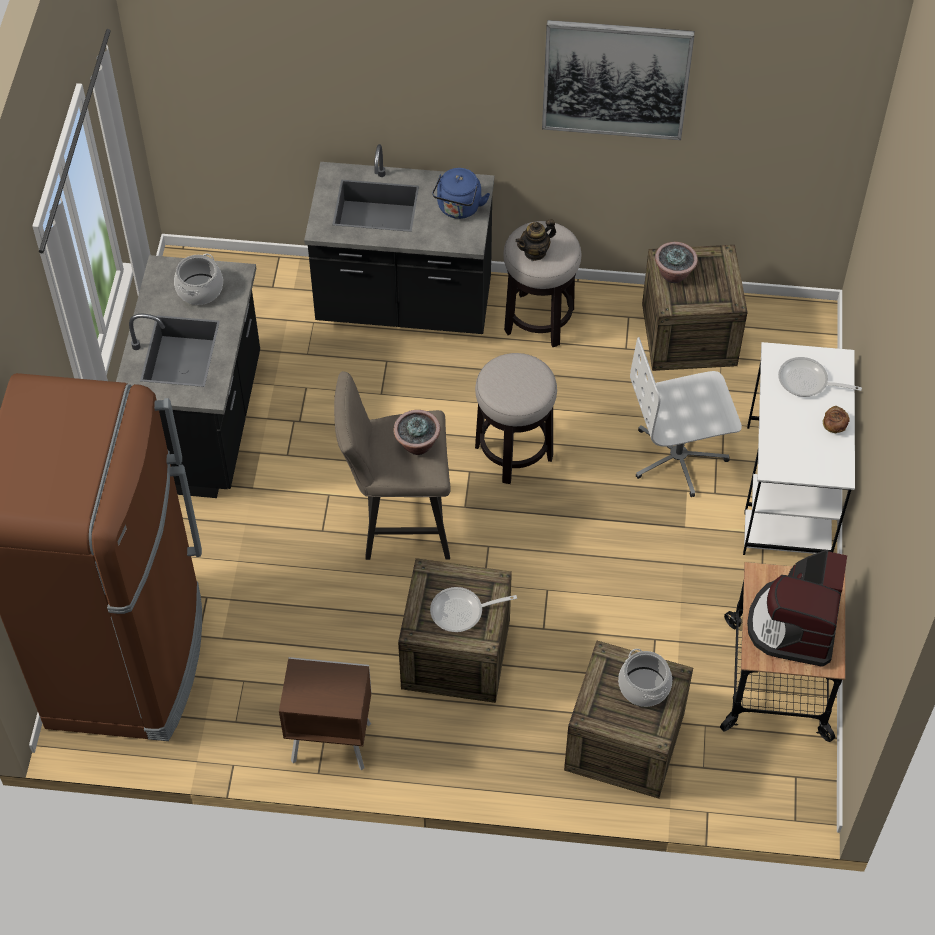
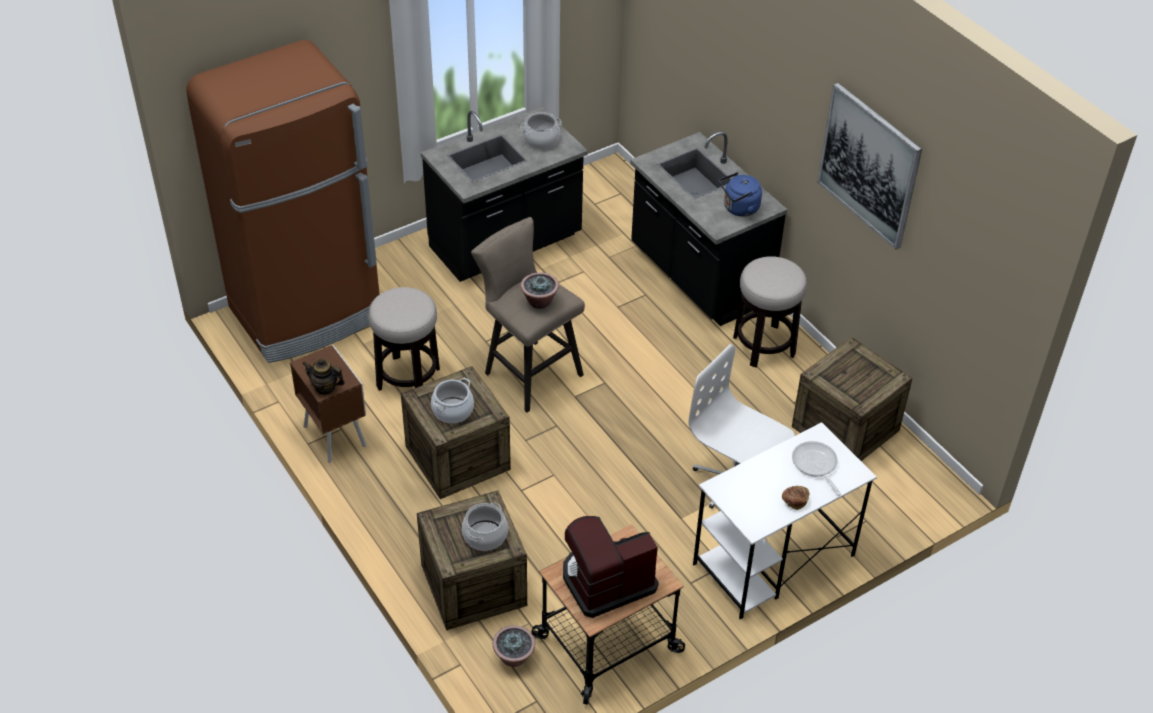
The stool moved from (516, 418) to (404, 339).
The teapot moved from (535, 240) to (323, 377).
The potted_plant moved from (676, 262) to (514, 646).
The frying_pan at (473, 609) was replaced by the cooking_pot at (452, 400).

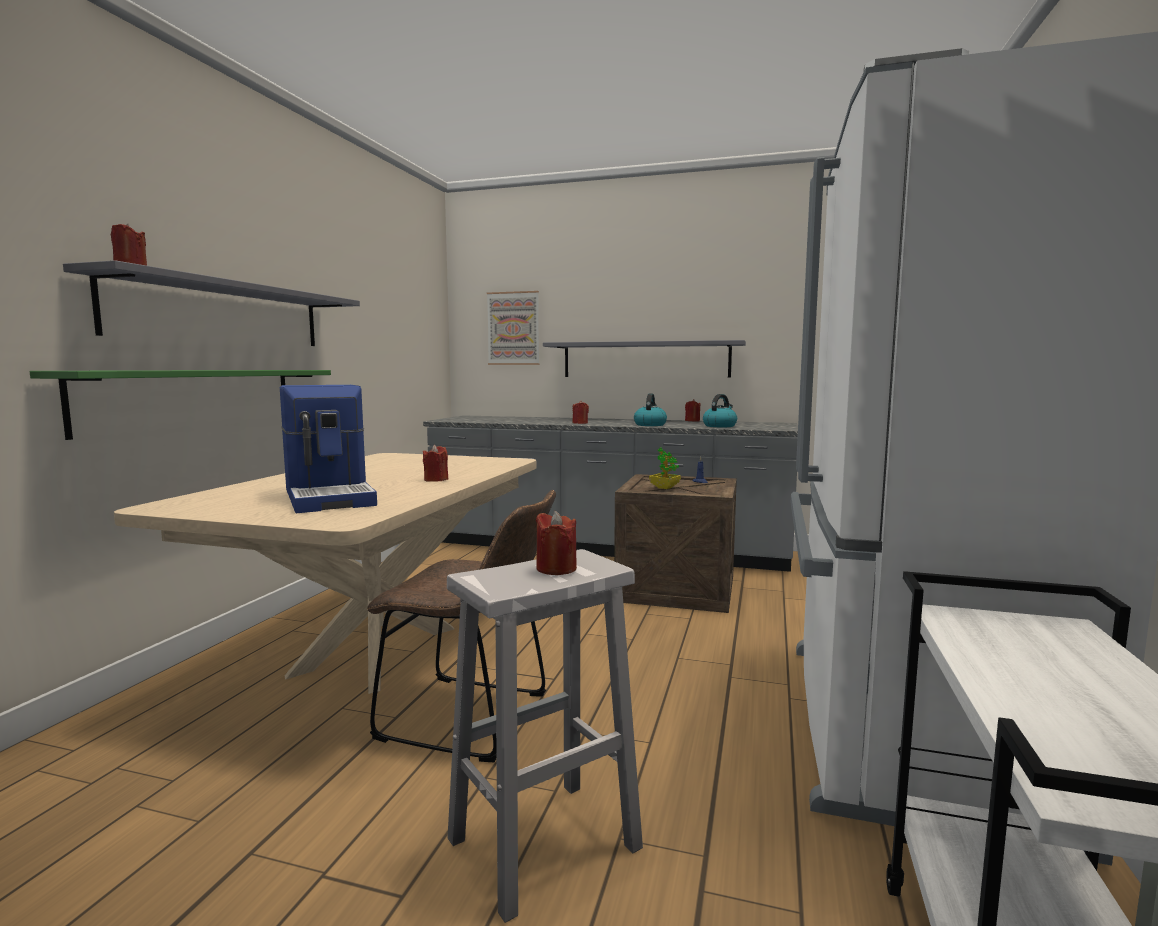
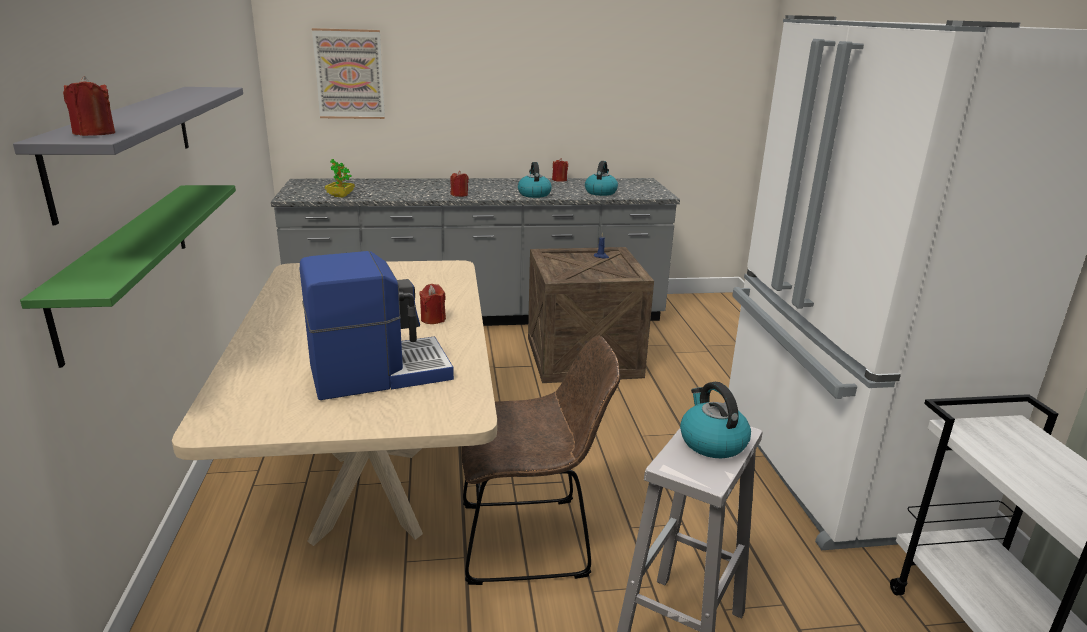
The grey_shelf at (644, 359) disappeared.
The potted_plant moved from (665, 468) to (340, 178).
The red_candle at (556, 543) was replaced by the kettle at (715, 420).
The coffee_machine at (328, 449) turned 60 degrees counterclockwise.

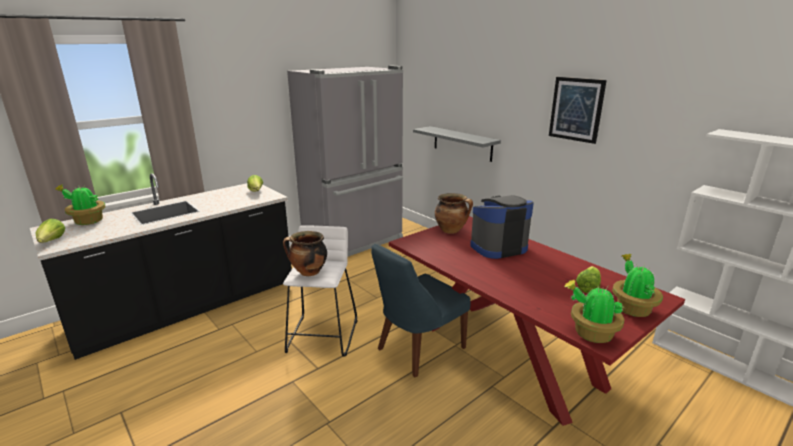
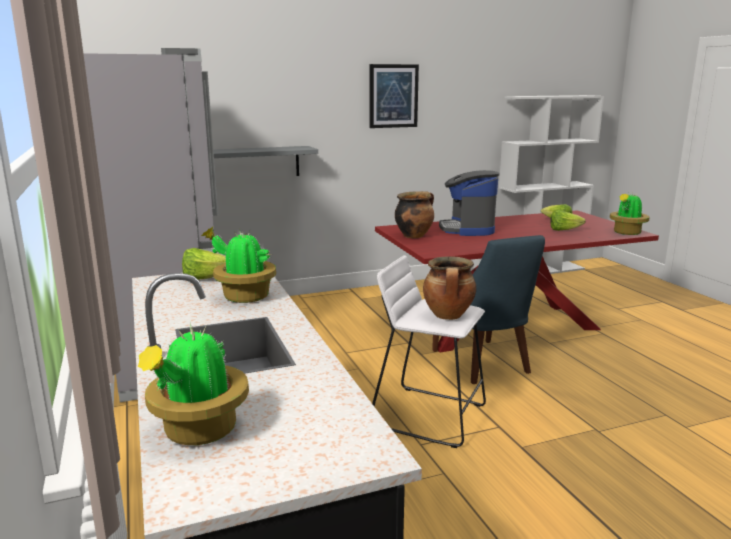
The lettuce moved from (50, 231) to (568, 220).
The potted_plant moved from (637, 285) to (238, 265).

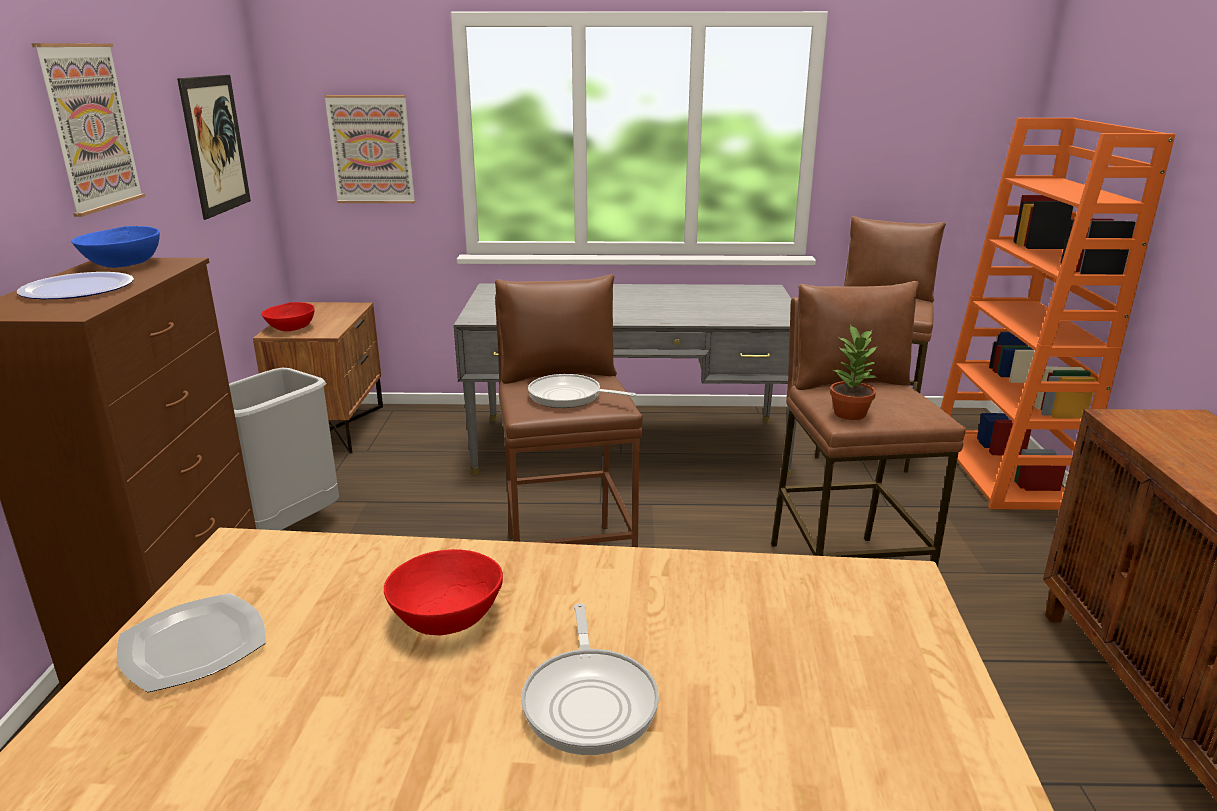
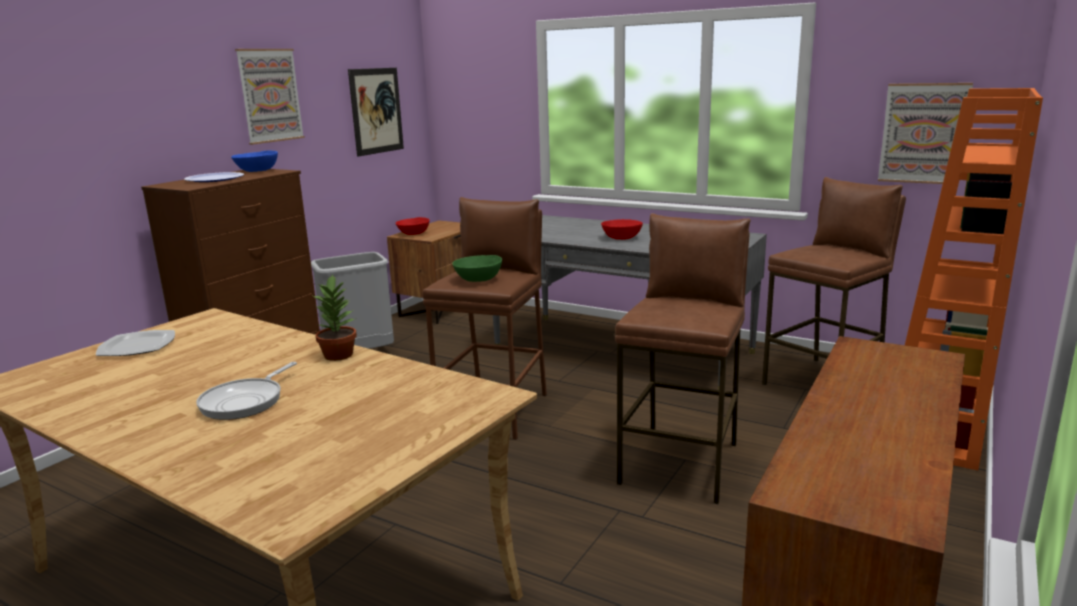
The picture moved from (369, 149) to (925, 133).
The red_bowl moved from (443, 592) to (622, 229).
The potted_plant moved from (854, 372) to (335, 317).
The frying_pan at (582, 391) was replaced by the green_bowl at (477, 268).

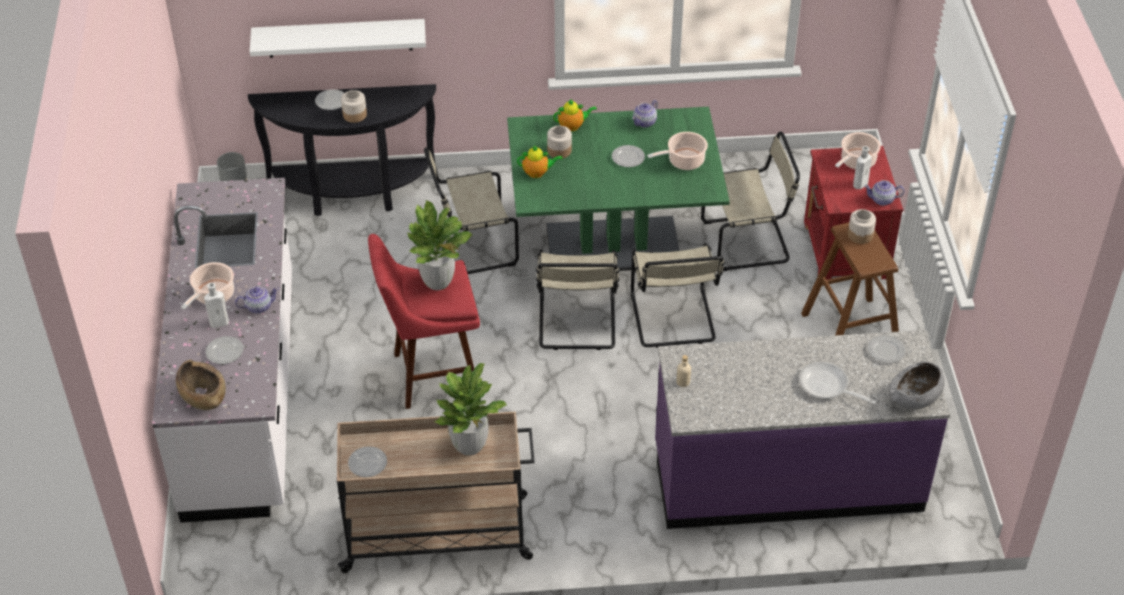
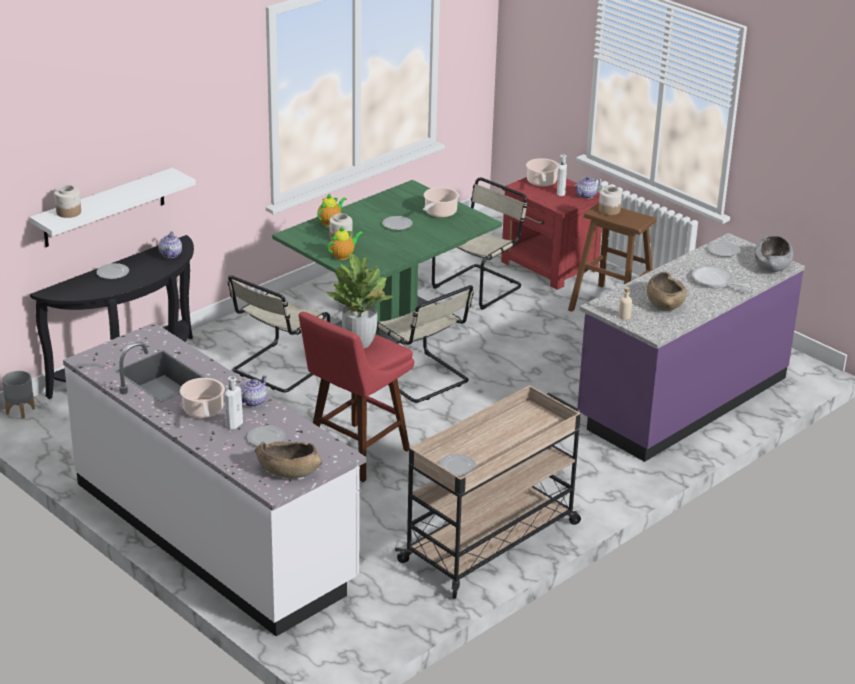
The potted_plant at (470, 409) disappeared.
The beige_chair at (678, 295) disappeared.
The brown_bowl at (667, 291) appeared.
The jar moved from (354, 106) to (67, 201).
The teapot moved from (645, 114) to (170, 244).
The frying_pan at (837, 383) turned 45 degrees clockwise.

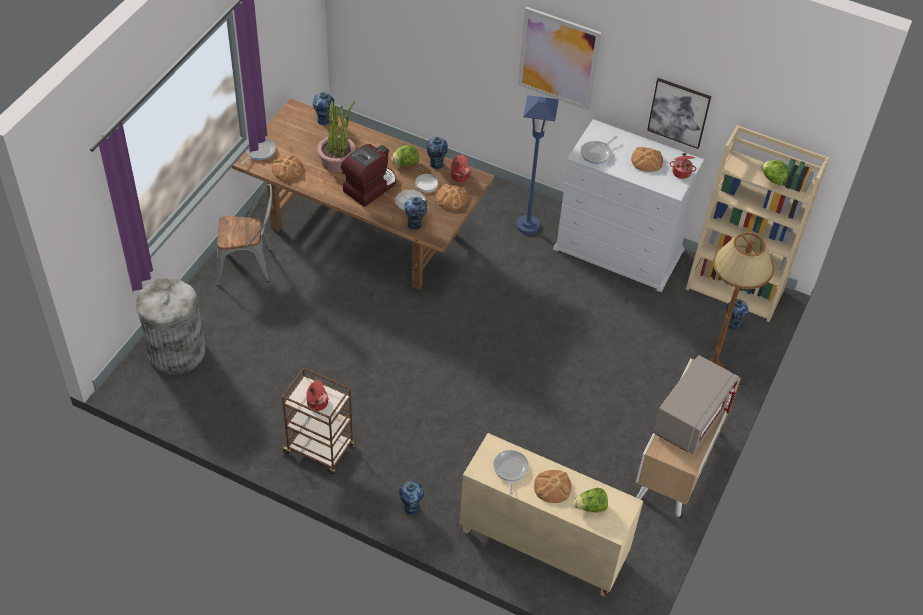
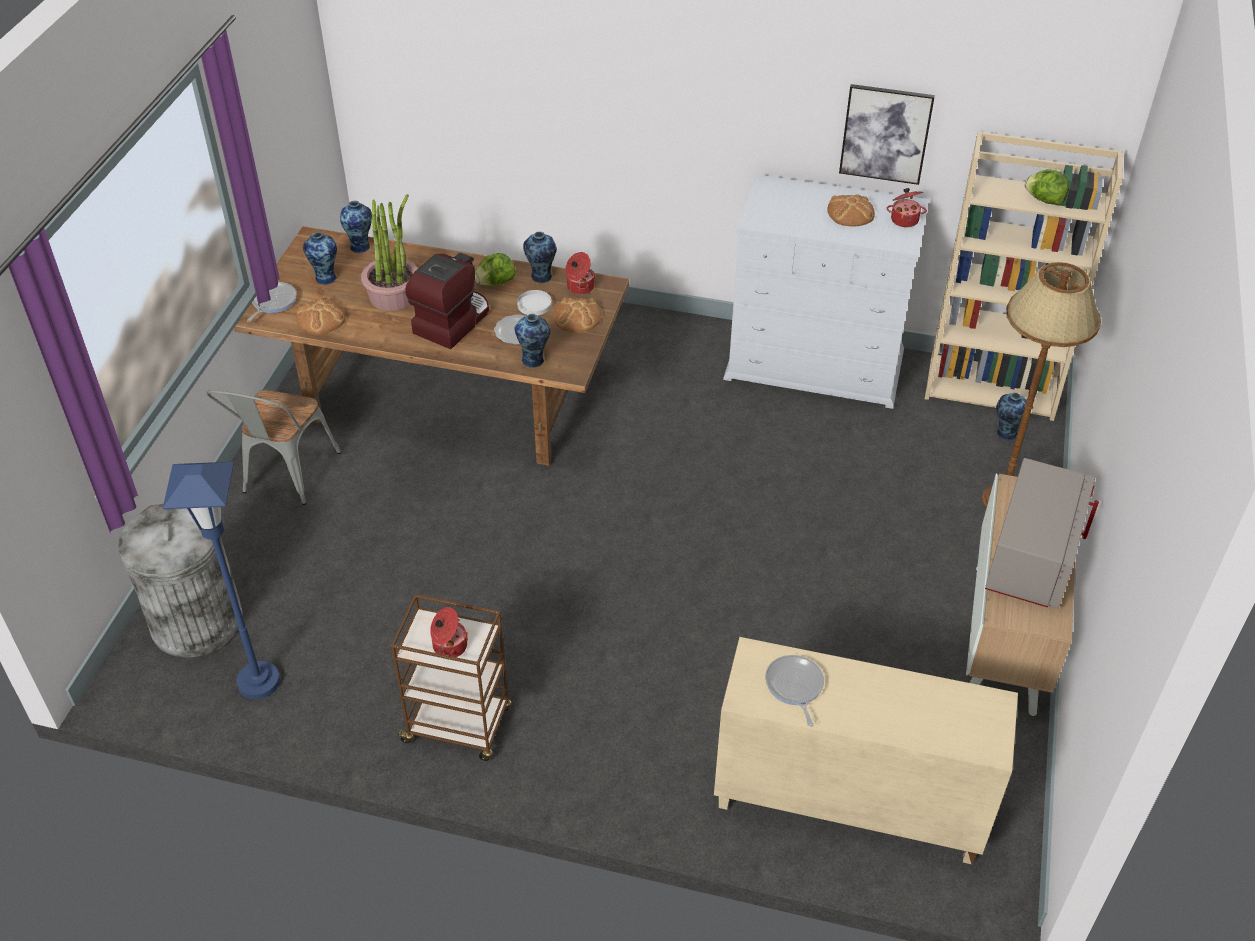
The picture at (560, 59) disappeared.
The bread at (553, 486) disappeared.
The lettuce at (591, 500) disappeared.
The frying_pan at (599, 150) disappeared.
The vase moved from (411, 498) to (320, 258).
The blue_floor_lamp moved from (538, 165) to (221, 580).
The grey_chair at (244, 235) turned 120 degrees clockwise.

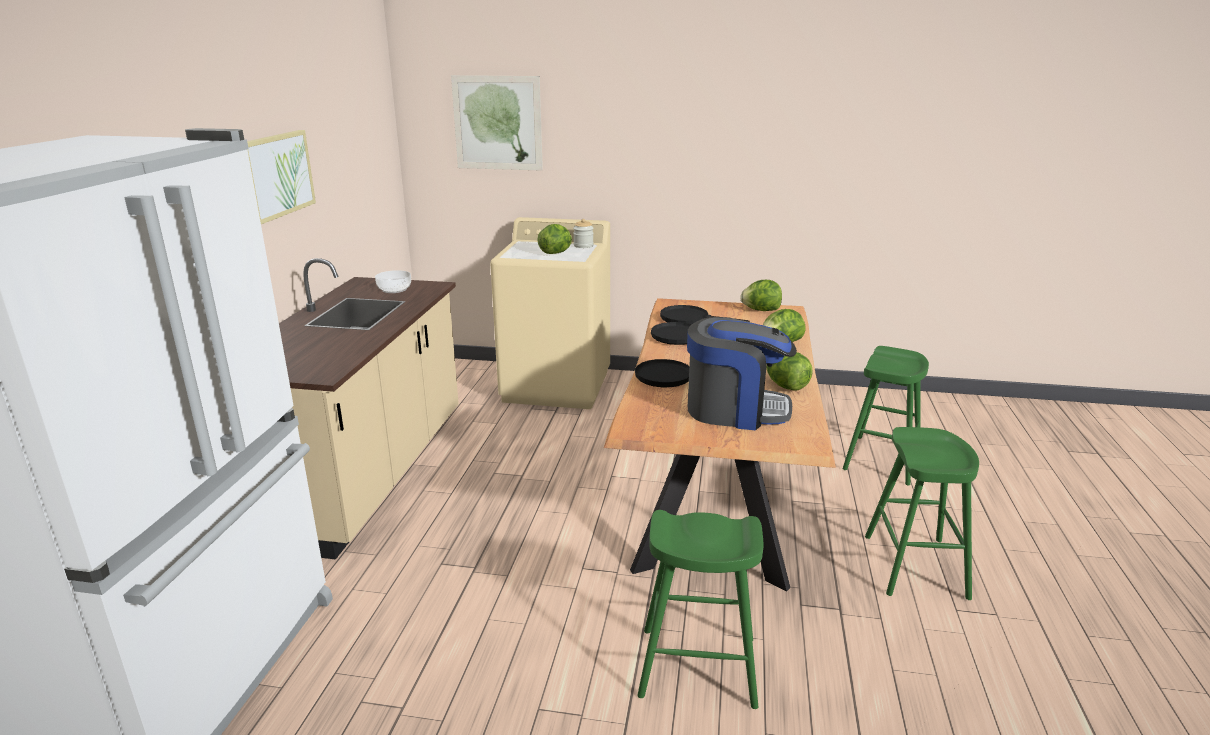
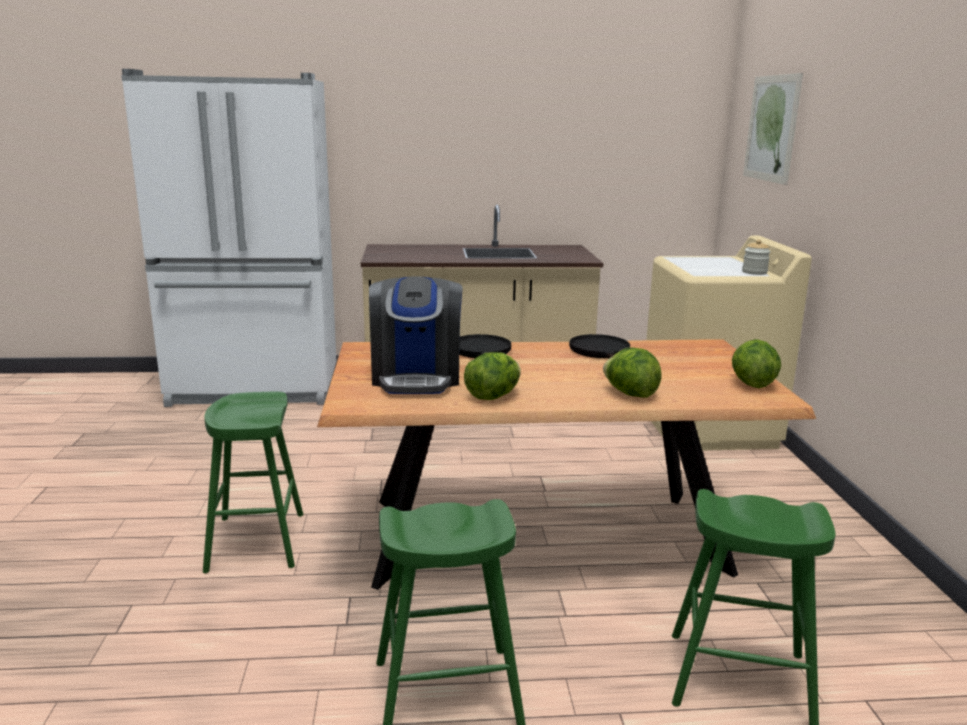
The picture at (281, 177) disappeared.
The bowl at (393, 281) disappeared.
The lettuce at (554, 239) disappeared.
The black_frying_pan at (705, 314) disappeared.

